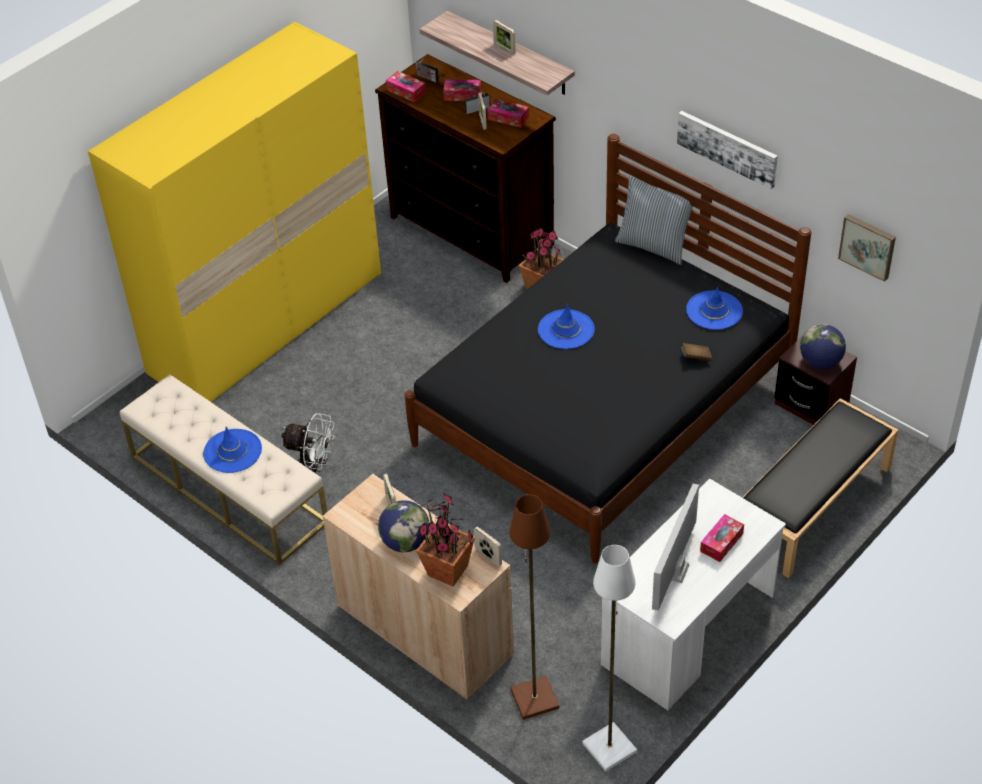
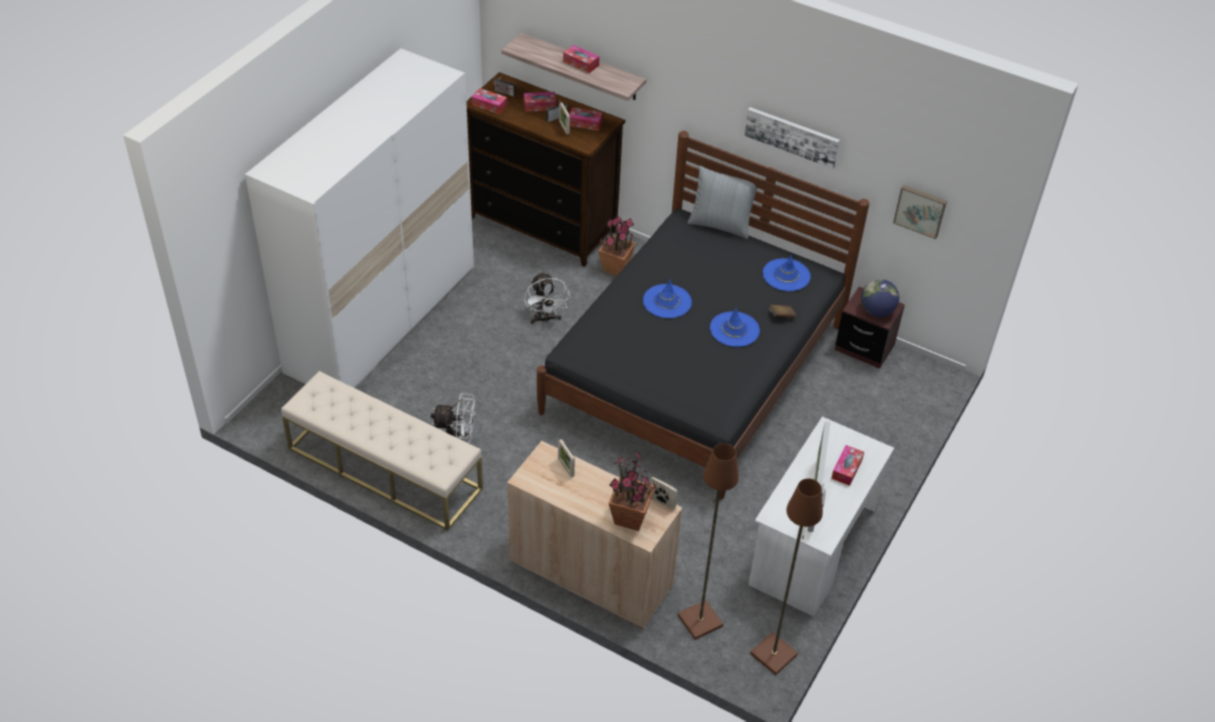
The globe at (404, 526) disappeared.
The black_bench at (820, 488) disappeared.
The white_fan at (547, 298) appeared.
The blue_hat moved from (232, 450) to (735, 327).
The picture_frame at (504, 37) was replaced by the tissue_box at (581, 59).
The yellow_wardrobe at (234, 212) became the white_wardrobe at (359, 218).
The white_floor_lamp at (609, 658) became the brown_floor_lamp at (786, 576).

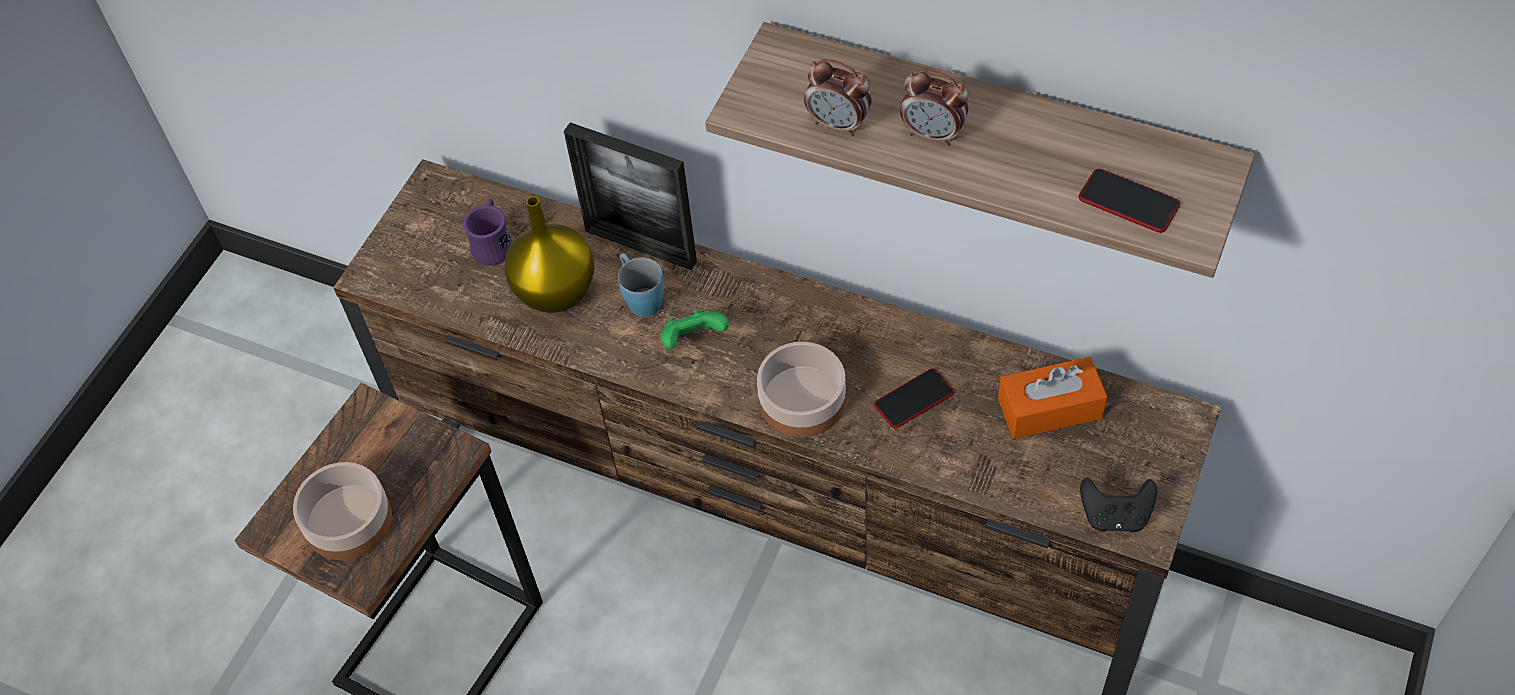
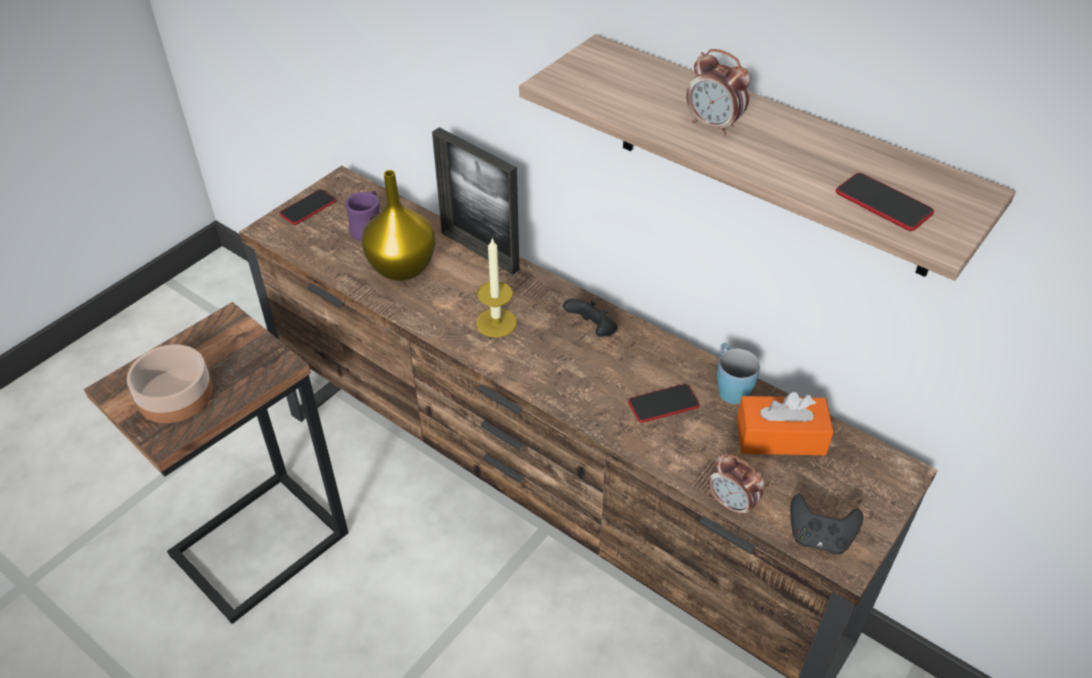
The bowl at (801, 389) disappeared.
The phone at (307, 207) appeared.
The black_game_controller at (590, 318) appeared.
The blue_mug moved from (641, 285) to (738, 373).
The alarm_clock moved from (838, 97) to (736, 485).
The green_game_controller at (695, 329) was replaced by the candle at (496, 287).

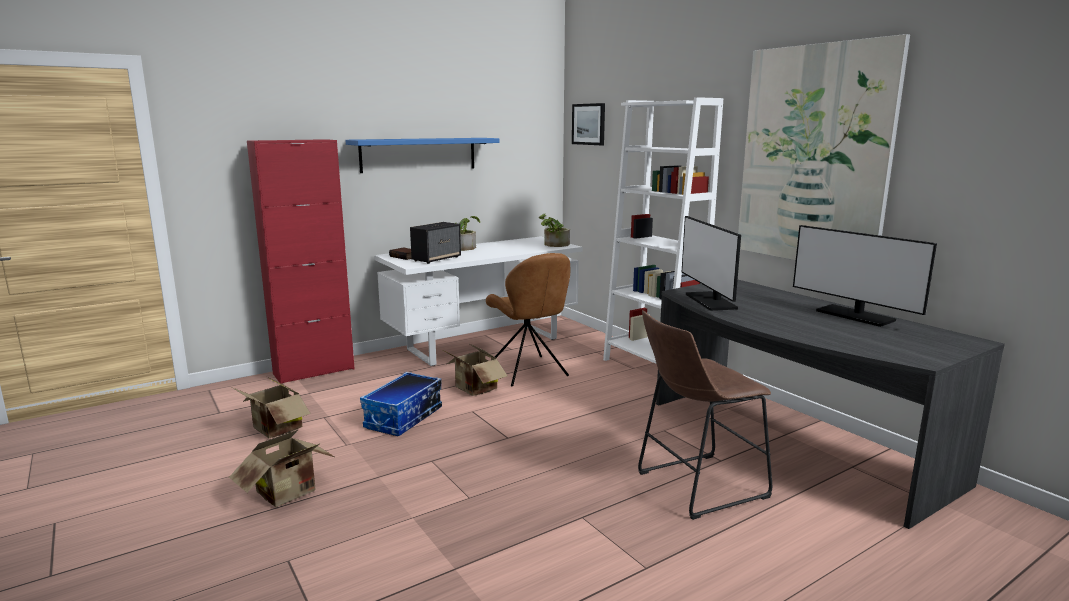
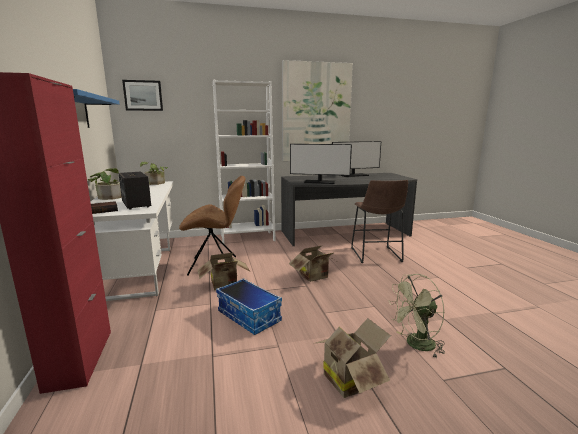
The green_fan at (416, 315) appeared.
The cardboard_box moved from (271, 407) to (312, 263).

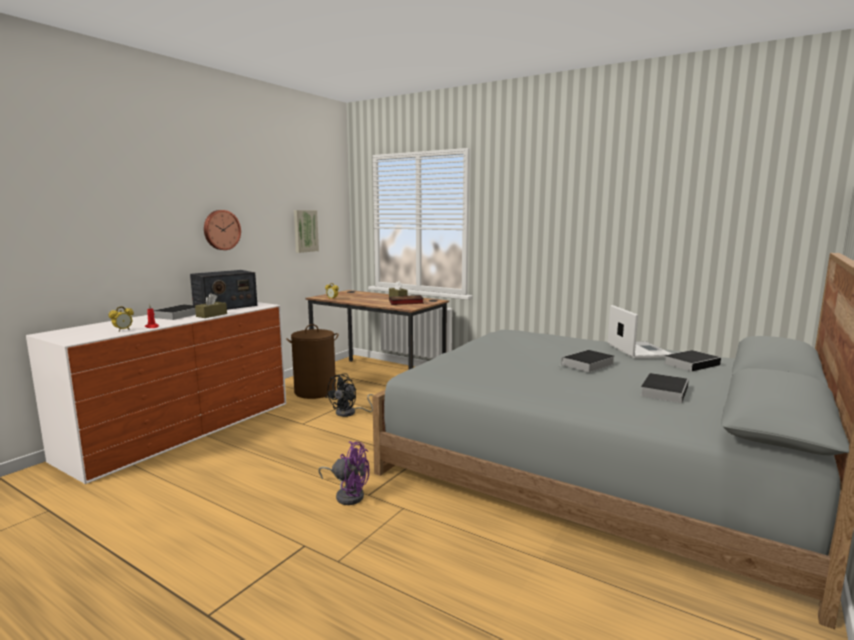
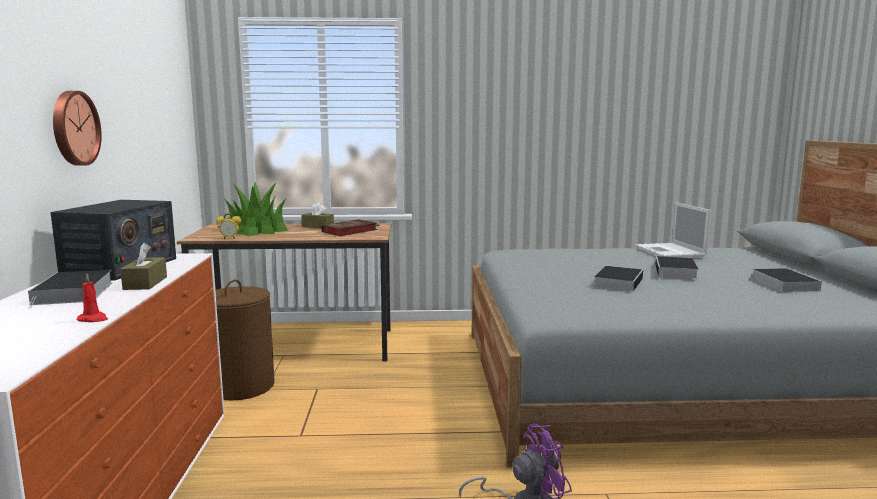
The alarm_clock at (121, 319) disappeared.
The picture at (306, 231) disappeared.
The black_fan at (349, 395) disappeared.
The potted_plant at (256, 209) appeared.
The book moved from (692, 361) to (618, 278).
The laptop at (640, 332) turned 150 degrees counterclockwise.

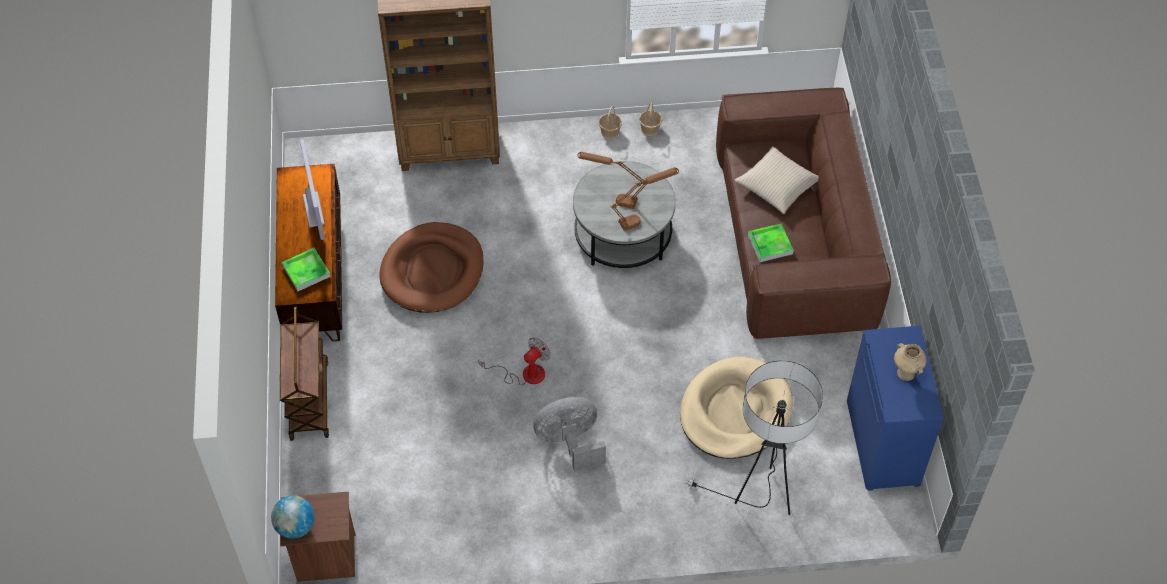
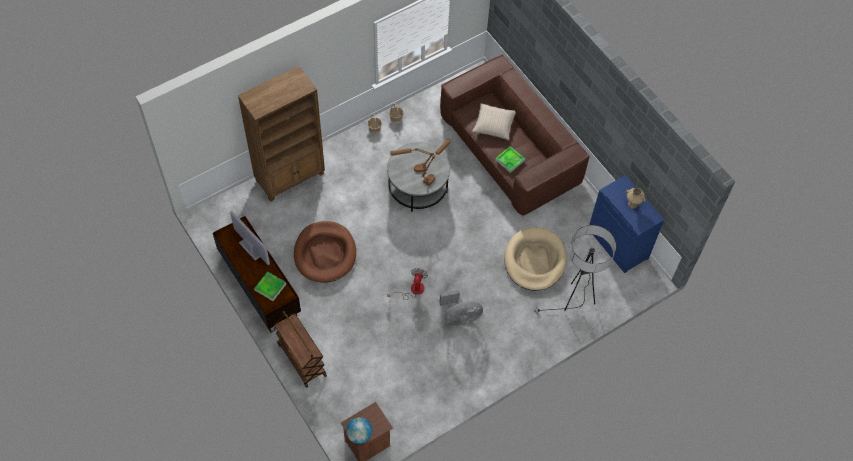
The grey_fan at (569, 434) turned 150 degrees counterclockwise.

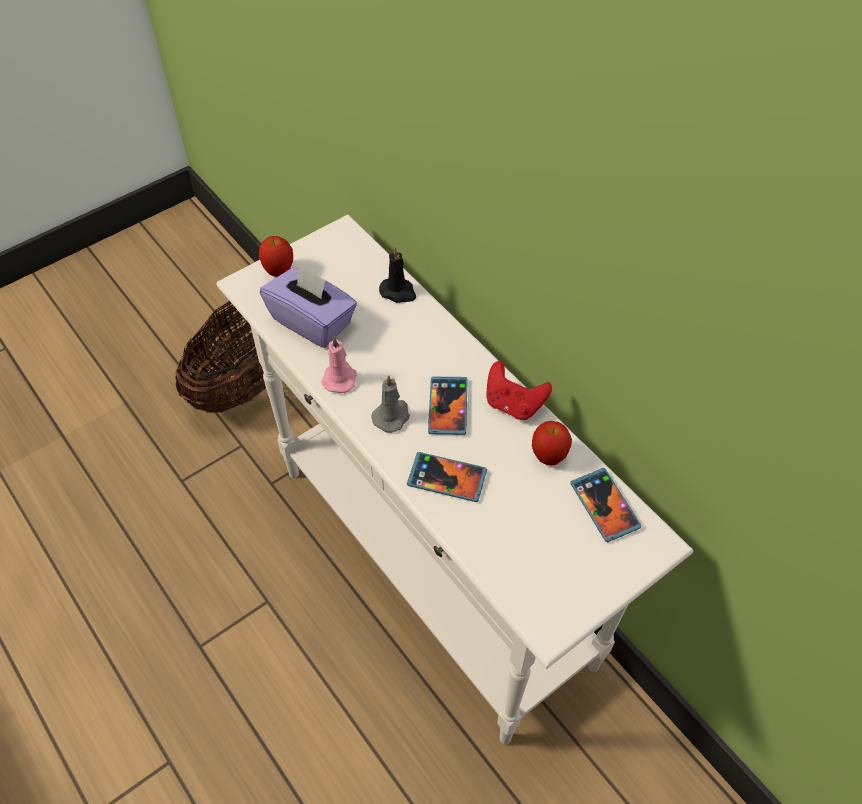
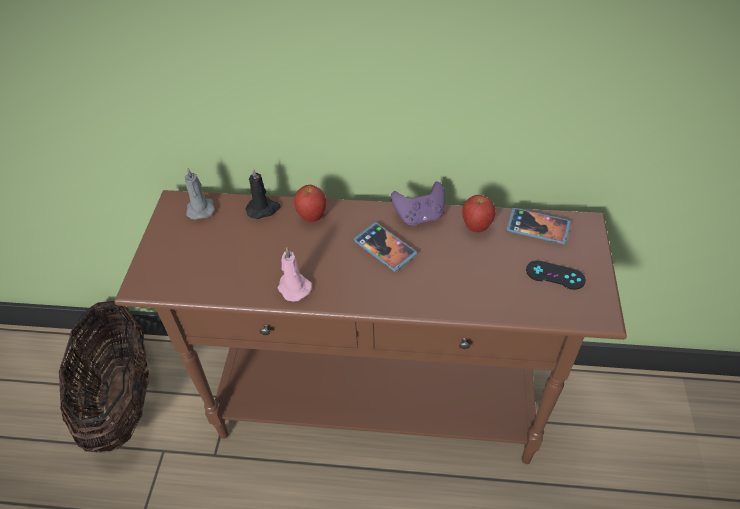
The purple_tissue_box at (308, 306) disappeared.
The phone at (447, 477) disappeared.
The black_game_controller at (556, 275) appeared.
The apple moved from (276, 256) to (310, 203).
The grey_candle moved from (390, 404) to (200, 194).
The white_console_table at (454, 479) became the brown_console_table at (370, 327).
The red_game_controller at (519, 390) became the purple_game_controller at (418, 203).

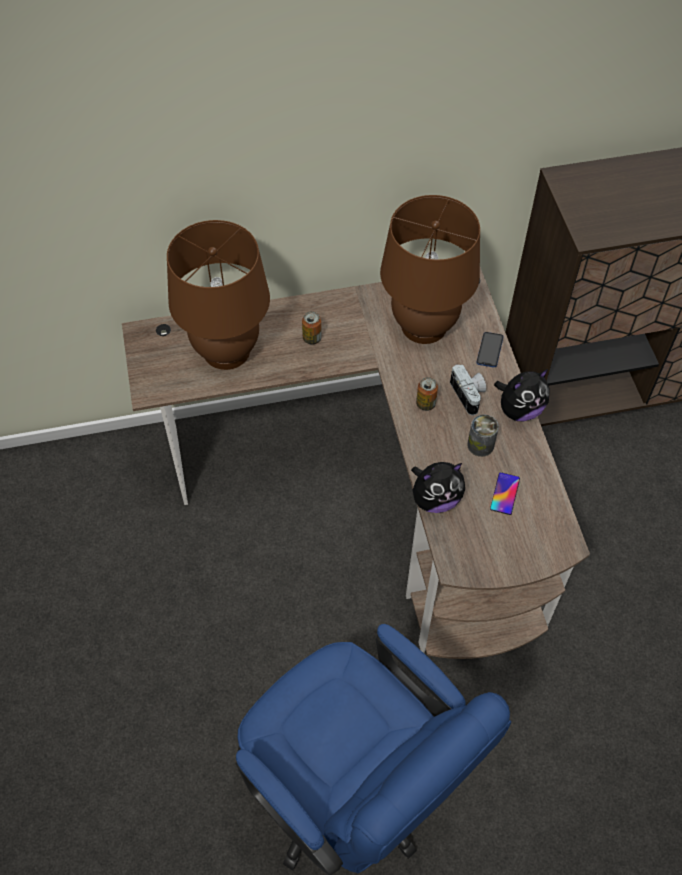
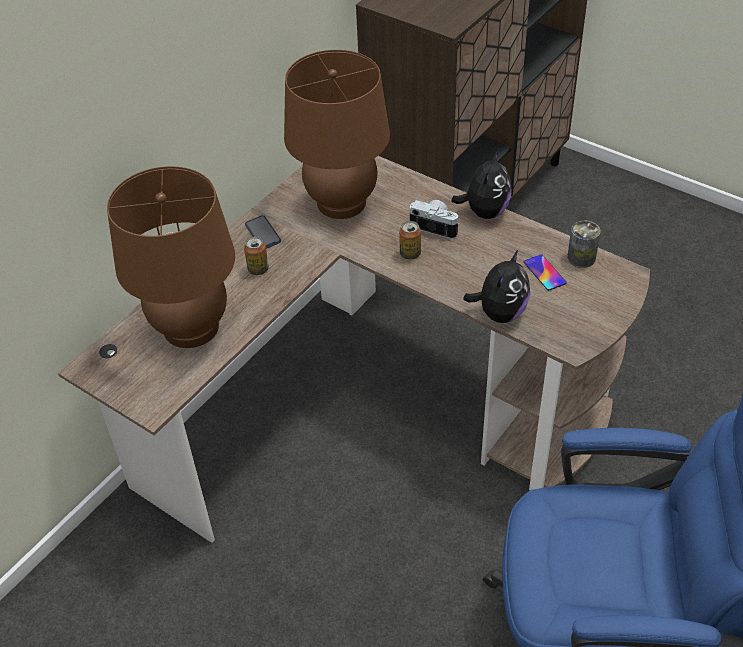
The can moved from (483, 435) to (584, 244).
The phone moved from (490, 349) to (263, 232).

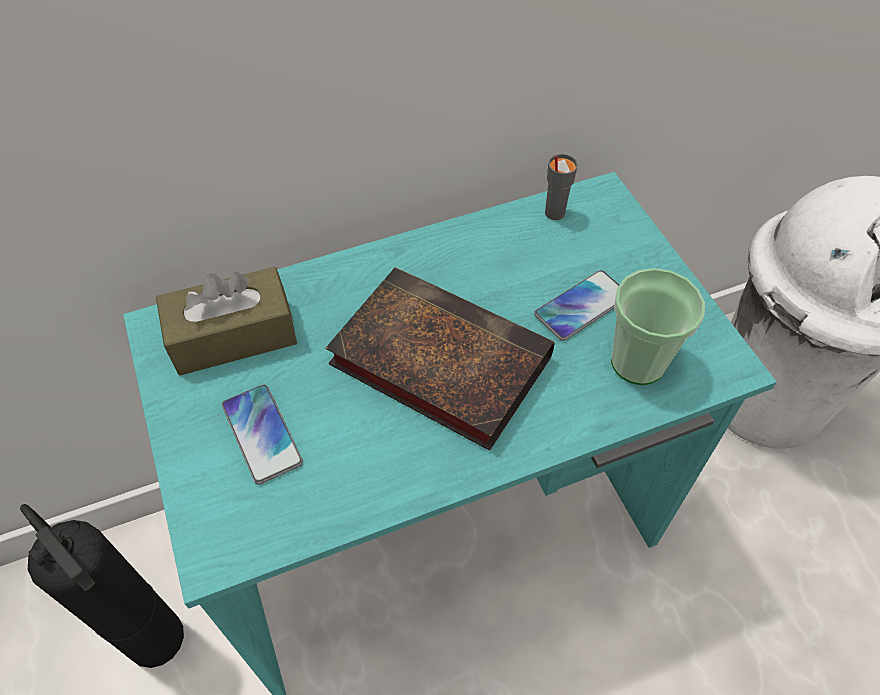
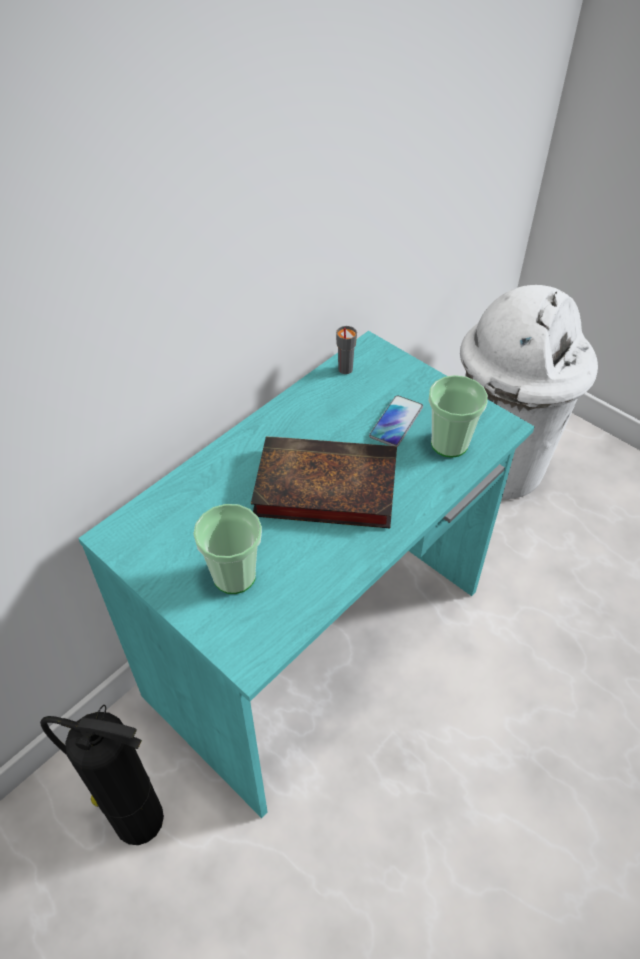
The brown_tissue_box at (226, 321) disappeared.
The phone at (262, 435) was replaced by the cup at (227, 549).

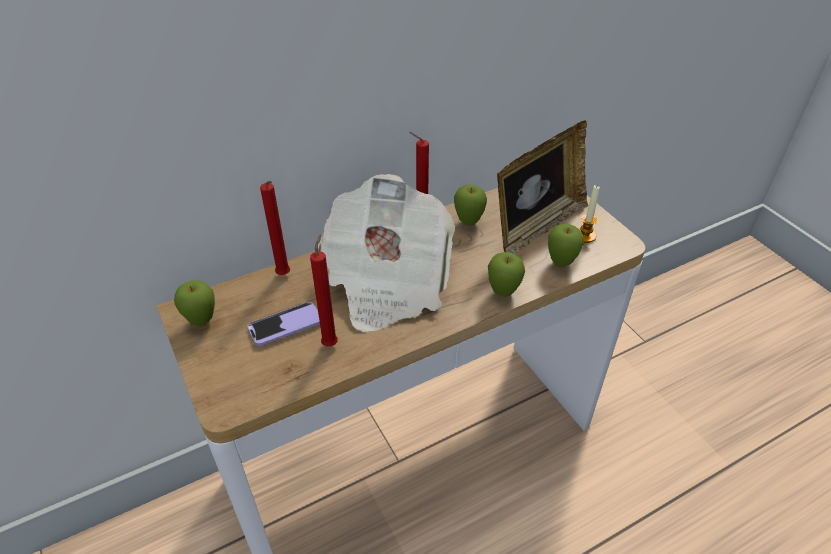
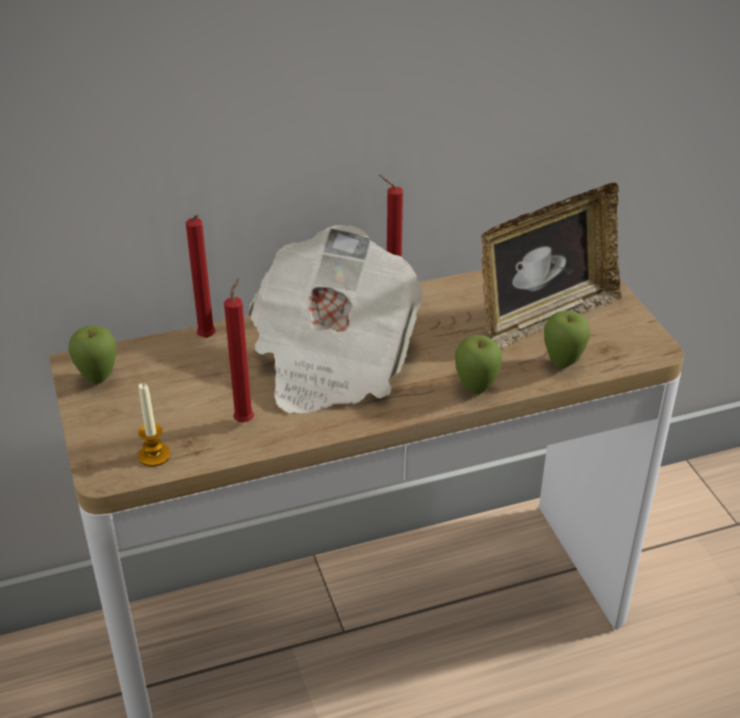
The phone at (283, 324) disappeared.
The apple at (470, 205) disappeared.
The candle moved from (589, 214) to (154, 425).

